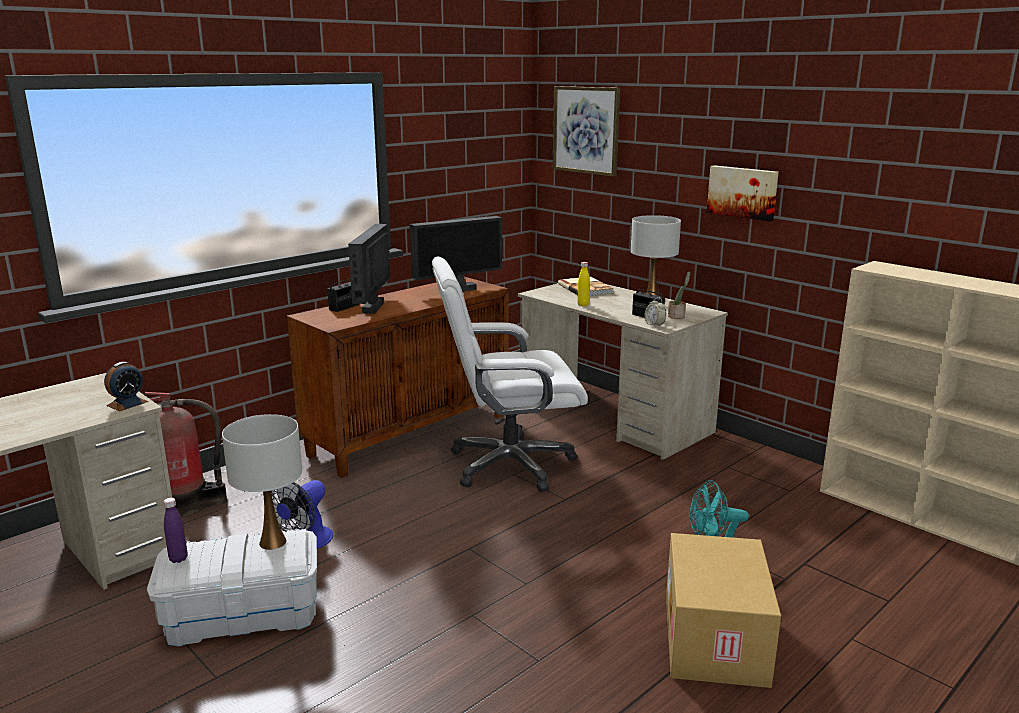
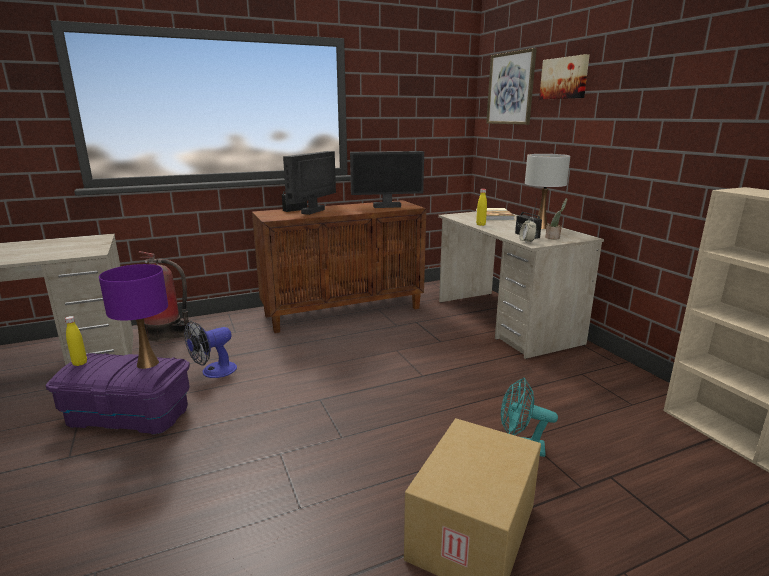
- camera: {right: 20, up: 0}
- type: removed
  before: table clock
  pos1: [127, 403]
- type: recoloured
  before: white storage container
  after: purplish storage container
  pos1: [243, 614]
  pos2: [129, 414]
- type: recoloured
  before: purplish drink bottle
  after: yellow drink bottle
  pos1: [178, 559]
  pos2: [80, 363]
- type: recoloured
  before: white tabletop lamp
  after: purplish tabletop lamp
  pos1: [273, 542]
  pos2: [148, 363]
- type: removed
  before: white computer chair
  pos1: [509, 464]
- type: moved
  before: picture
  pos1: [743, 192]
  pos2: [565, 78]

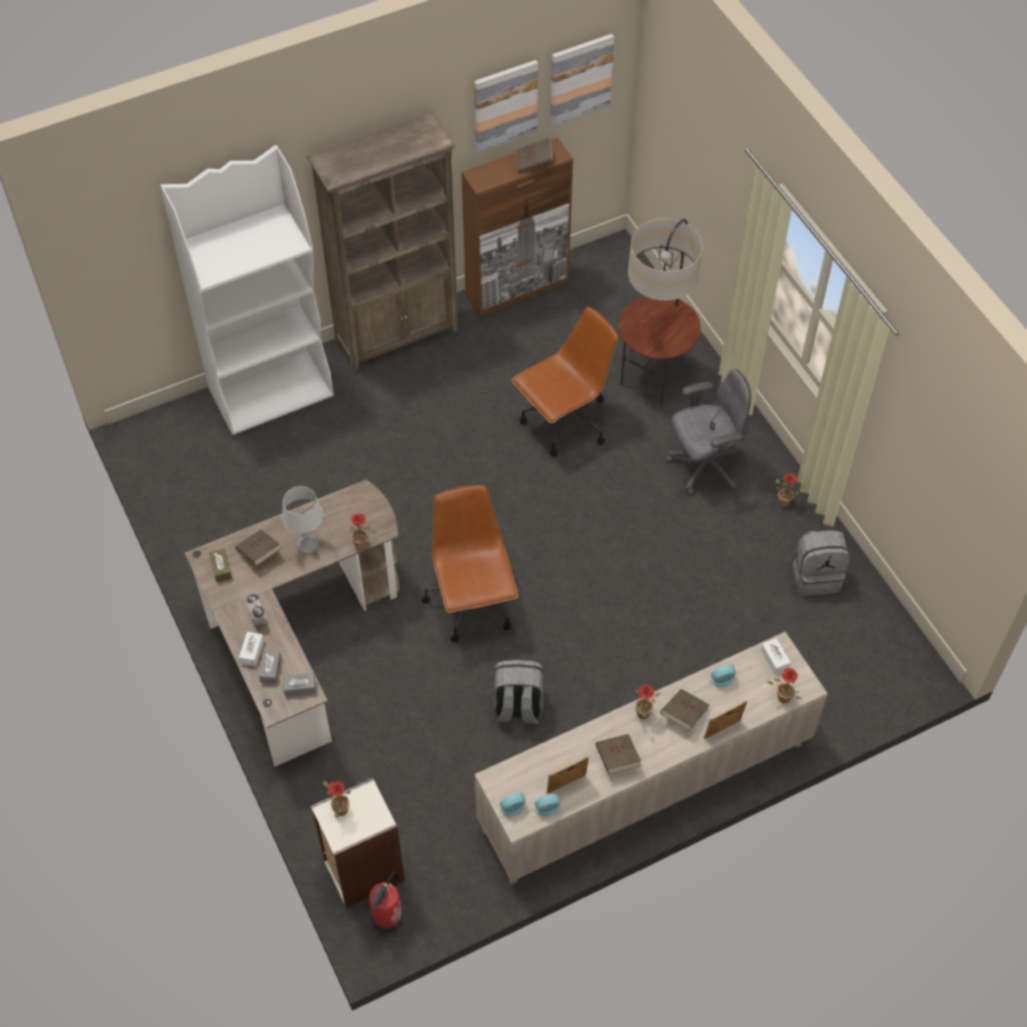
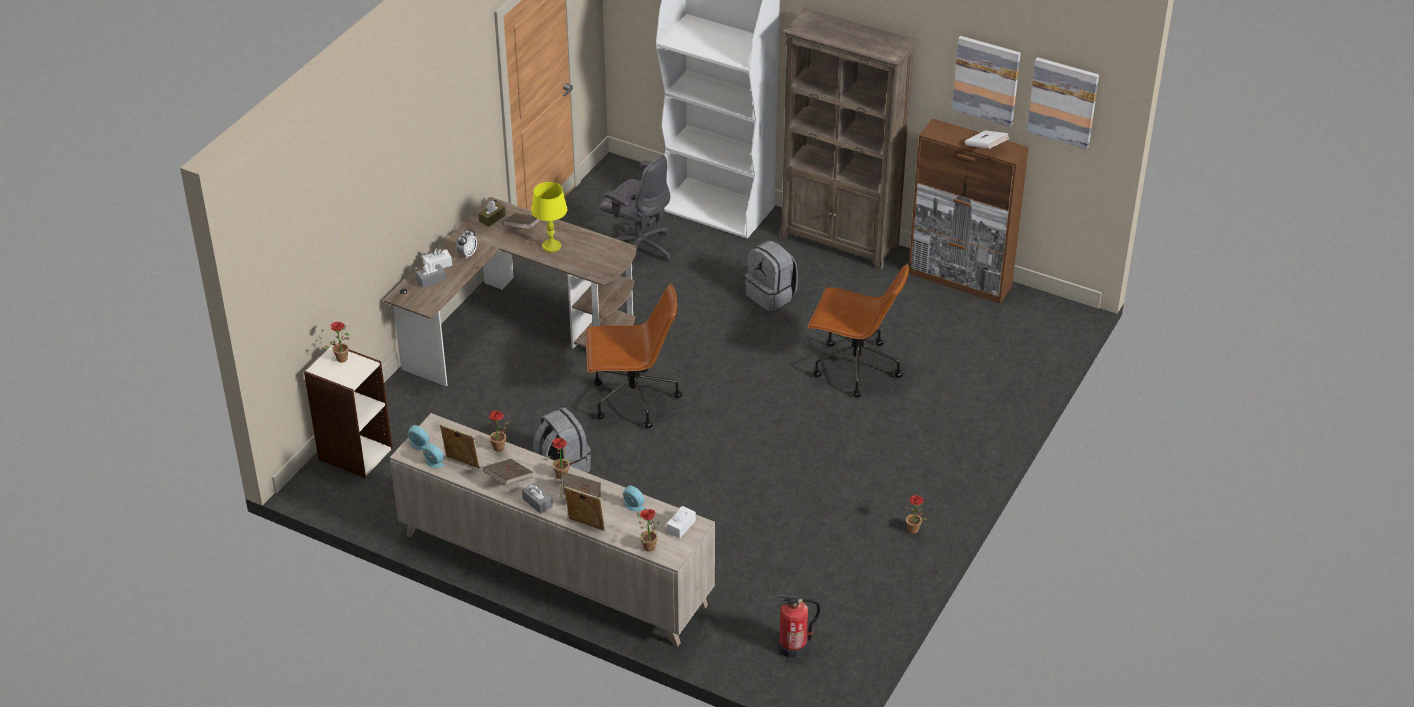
- camera: {right: 55, up: -15}
- type: recoloured
  before: grey tabletop lamp
  after: yellow tabletop lamp
  pos1: [308, 544]
  pos2: [551, 246]
- type: moved
  before: grey box of tissues
  pos1: [300, 688]
  pos2: [537, 502]
- type: moved
  before: houseplant
  pos1: [363, 544]
  pos2: [500, 449]
- type: moved
  before: extinguisher
  pos1: [388, 917]
  pos2: [793, 647]
- type: turned
  before: brownish computer chair
  pos1: [473, 604]
  pos2: [632, 400]
  turn: 45
- type: recoloured
  before: brownish volume
  after: white volume
  pos1: [534, 163]
  pos2: [986, 147]
- type: removed
  before: floor lamp
  pos1: [654, 378]
- type: moved
  before: grey computer chair
  pos1: [704, 466]
  pos2: [638, 248]
- type: moved
  before: grey backpack
  pos1: [816, 576]
  pos2: [771, 295]

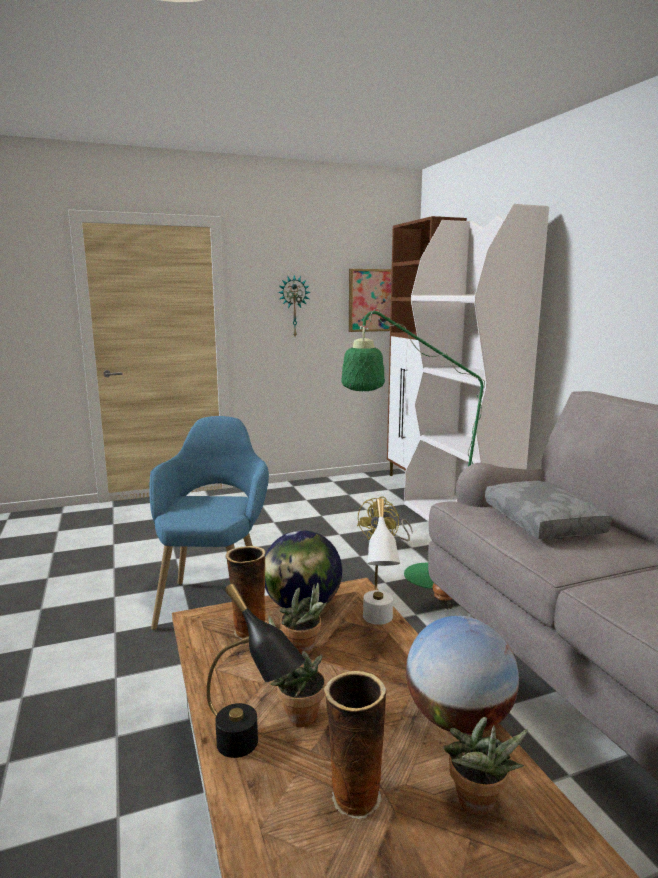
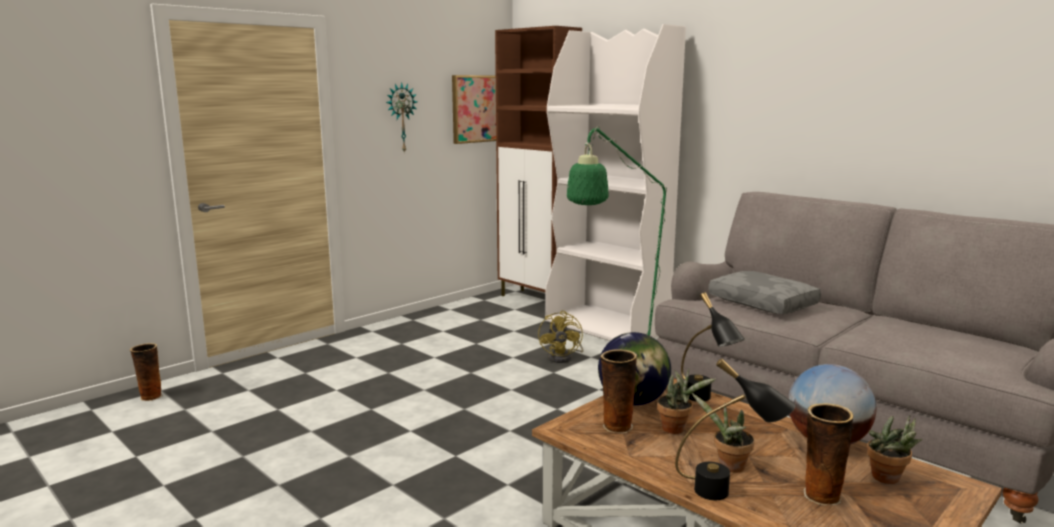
- camera: {right: -25, up: 0}
- type: removed
  before: bluish lounge chair
  pos1: [215, 597]
- type: recoloured
  before: white tabletop lamp
  after: black-coloured tabletop lamp
  pos1: [378, 624]
  pos2: [705, 401]
- type: added
  after: decorative vase
  pos2: [150, 397]

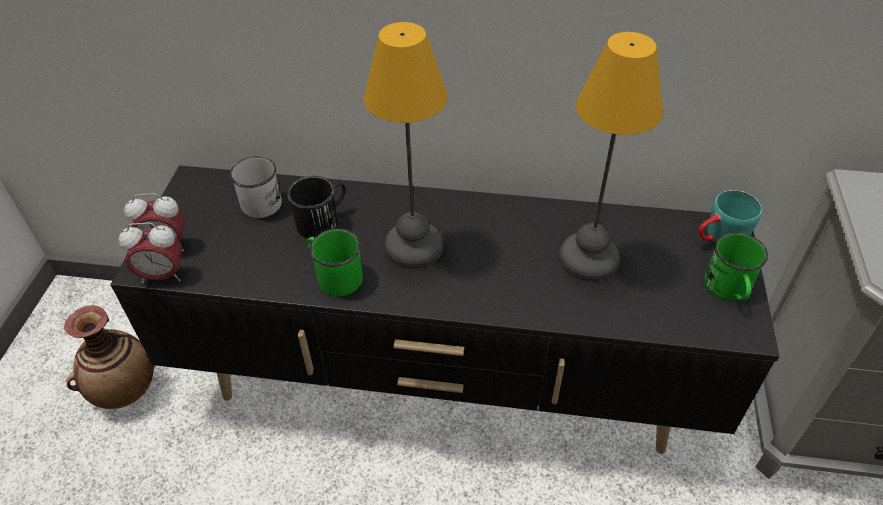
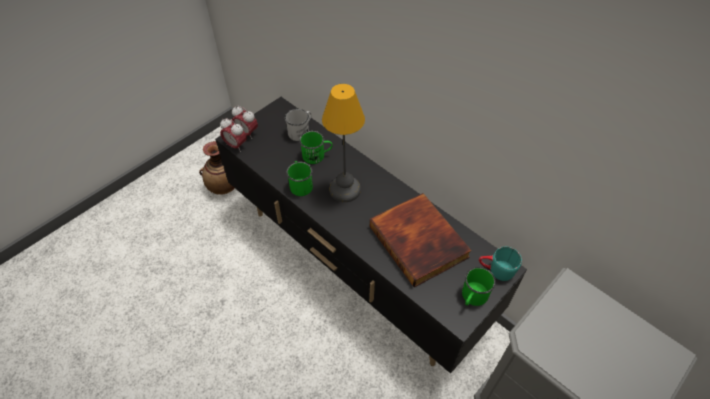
- camera: {right: 35, up: 5}
- type: recoloured
  before: black-coloured tea mug
  after: green-coloured tea mug
  pos1: [323, 221]
  pos2: [317, 155]
- type: replaced
  before: tabletop lamp
  after: volume
  pos1: [590, 257]
  pos2: [420, 241]

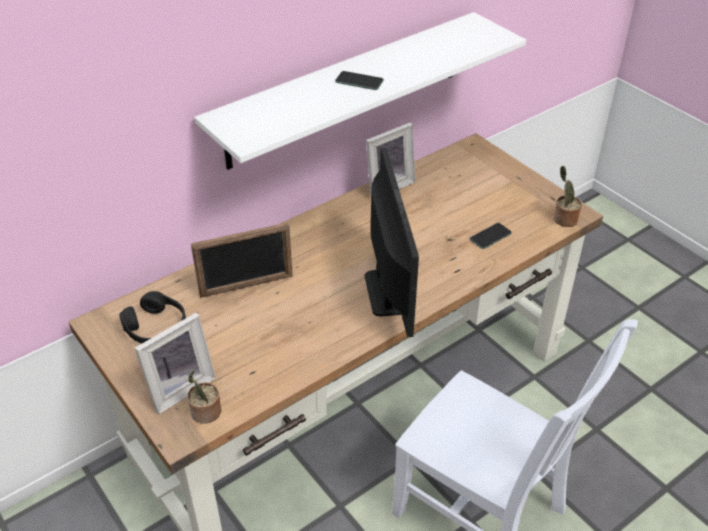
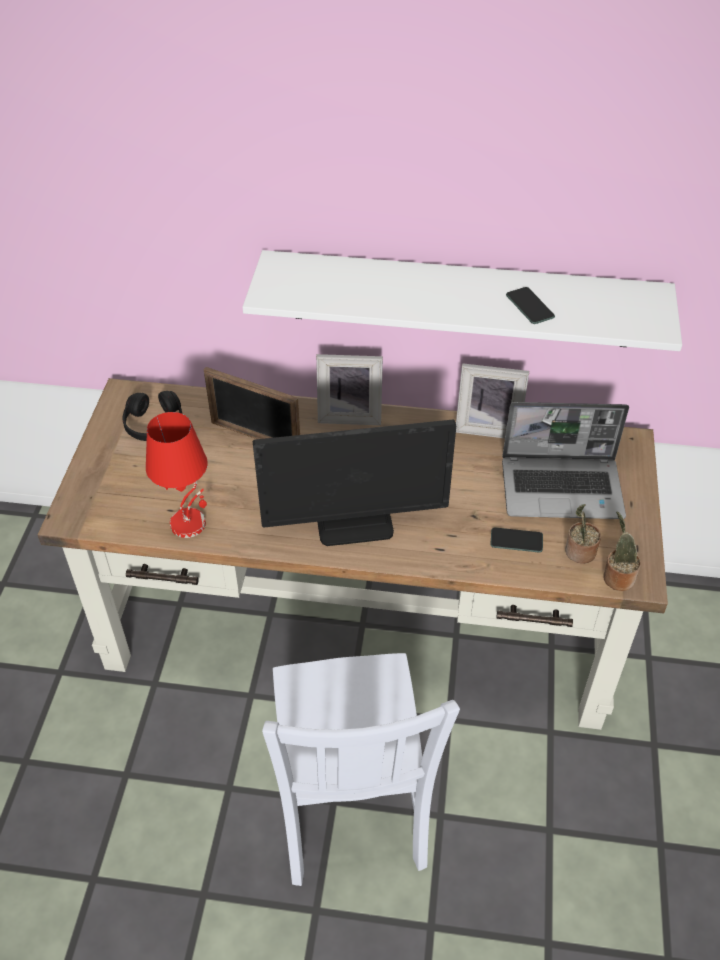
- camera: {right: 45, up: 5}
- type: moved
  before: standing frame
  pos1: [179, 387]
  pos2: [350, 415]
- type: moved
  before: houseplant
  pos1: [205, 413]
  pos2: [578, 552]
- type: moved
  before: telephone
  pos1: [359, 81]
  pos2: [529, 306]
- type: turned
  before: computer display
  pos1: [388, 292]
  pos2: [355, 524]
  turn: 45
- type: added
  after: reddish tabletop lamp
  pos2: [189, 523]
- type: added
  after: notebook computer
  pos2: [563, 488]

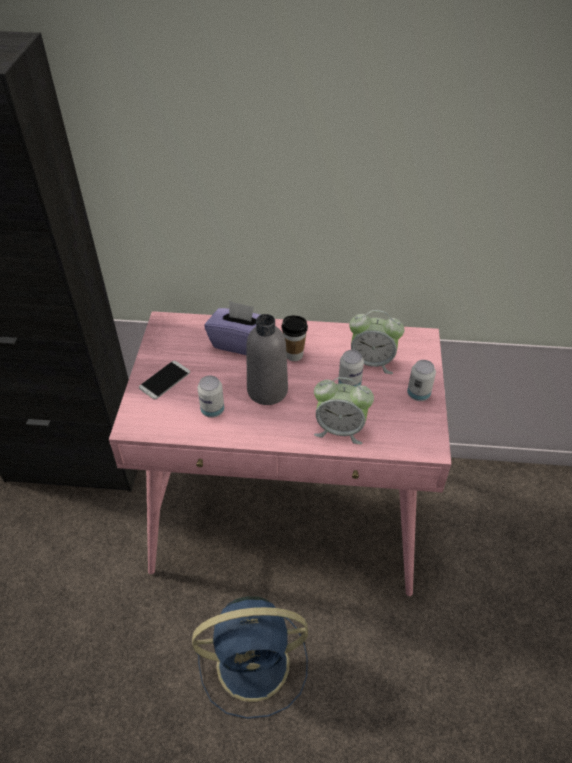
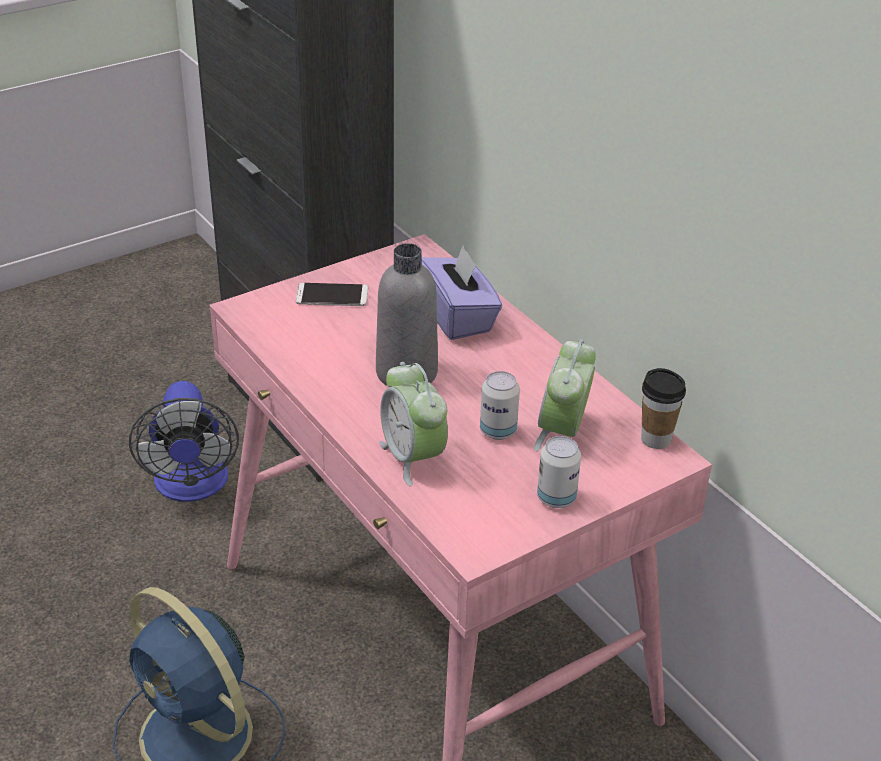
- camera: {right: 50, up: -10}
- type: removed
  before: sealed can
  pos1: [212, 410]
- type: moved
  before: drinking cup
  pos1: [294, 355]
  pos2: [656, 439]
- type: turned
  before: table clock
  pos1: [372, 362]
  pos2: [562, 432]
  turn: 45
- type: added
  after: electric fan
  pos2: [192, 486]

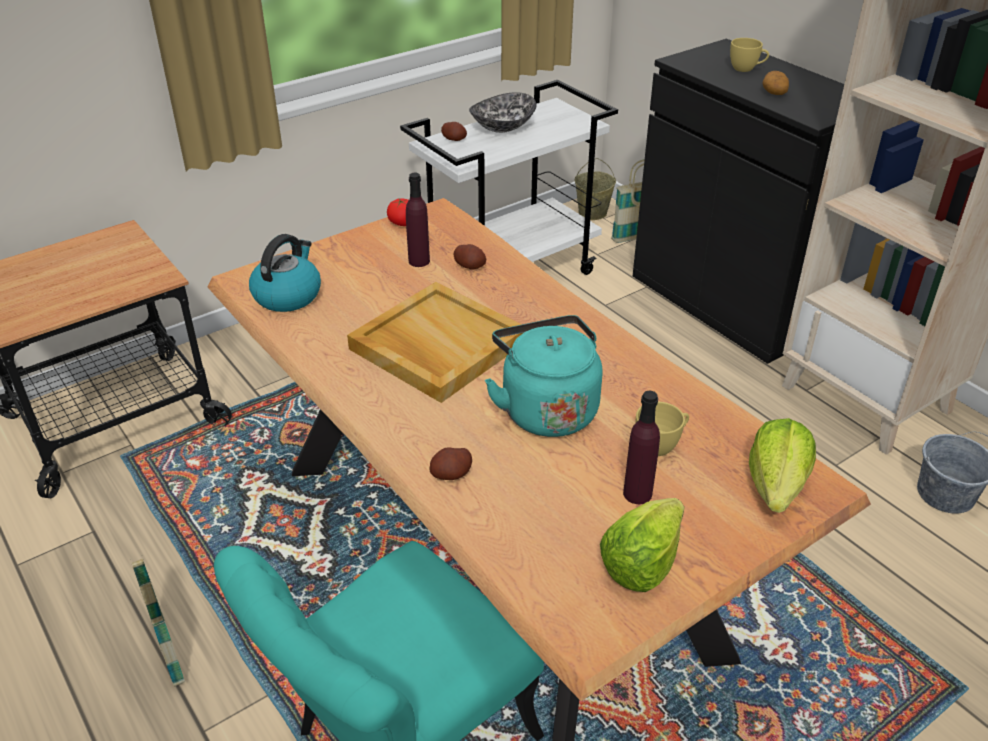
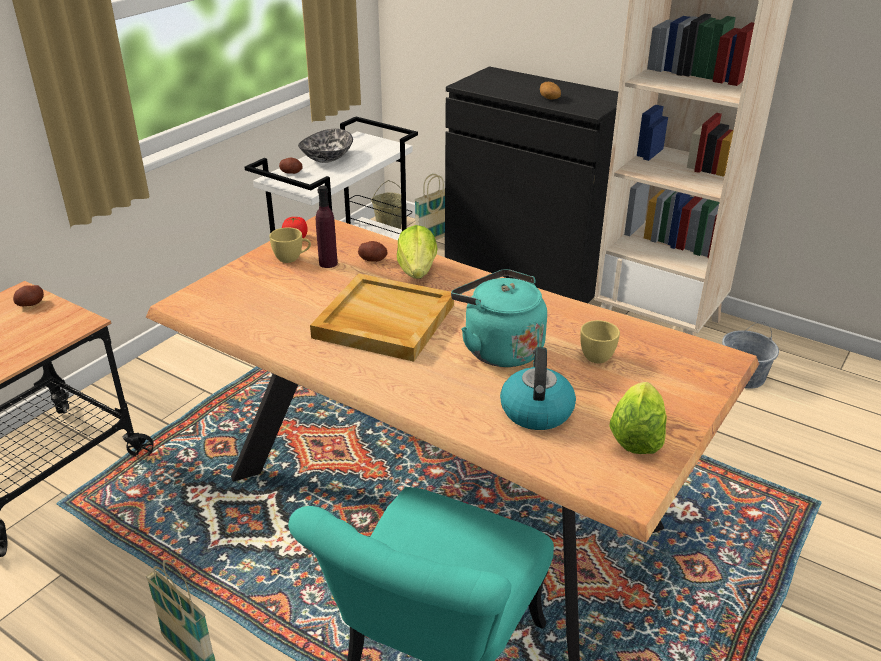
- camera: {right: -20, up: -5}
- type: moved
  before: kettle
  pos1: [287, 295]
  pos2: [536, 410]
- type: moved
  before: spud
  pos1: [451, 474]
  pos2: [31, 304]
- type: removed
  before: purplish drink bottle
  pos1: [637, 494]
- type: moved
  before: yellow drinking cup
  pos1: [746, 69]
  pos2: [292, 258]
- type: moved
  before: head of lettuce
  pos1: [776, 486]
  pos2: [417, 272]

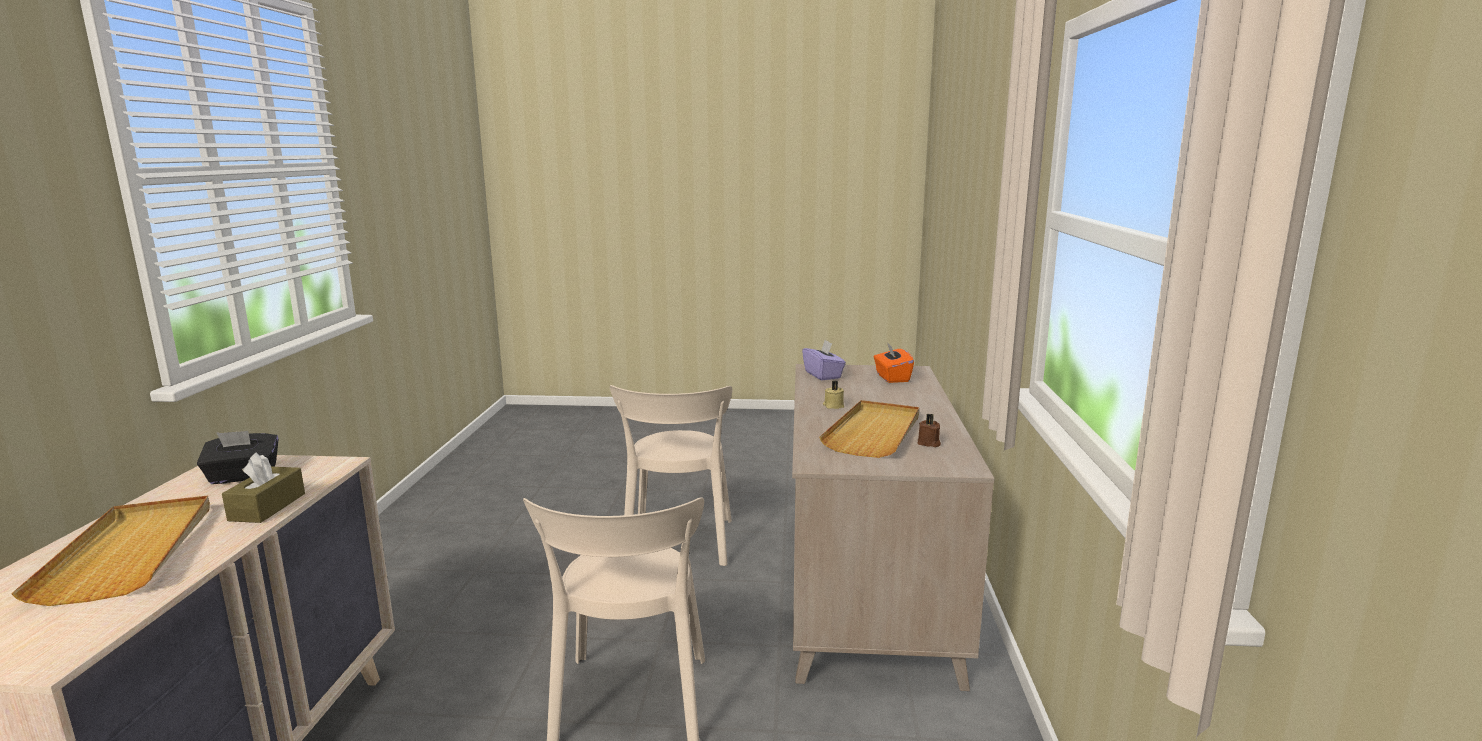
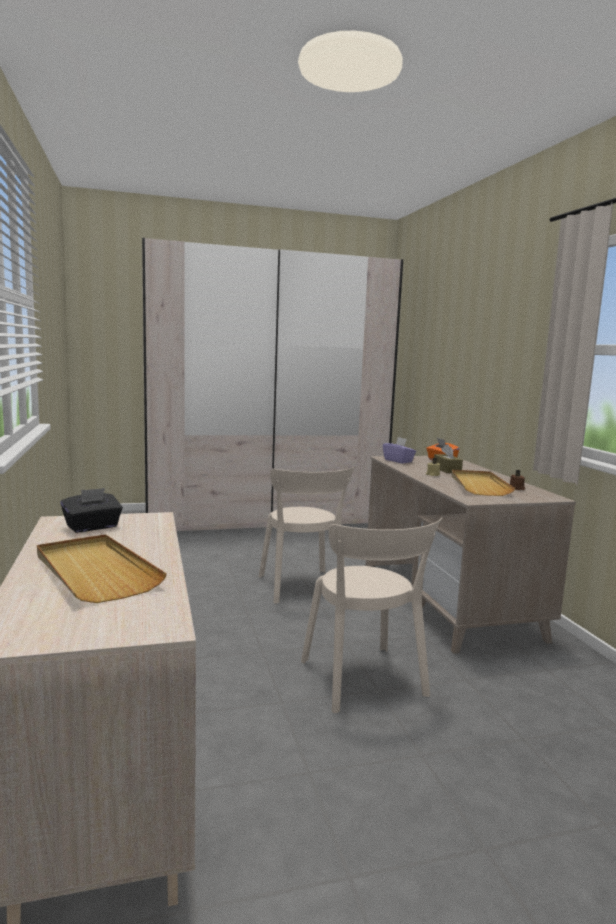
- camera: {right: -20, up: -5}
- type: moved
  before: brownish box of tissues
  pos1: [267, 507]
  pos2: [447, 470]
- type: added
  after: sand-coloured clothes cupboard
  pos2: [265, 517]

